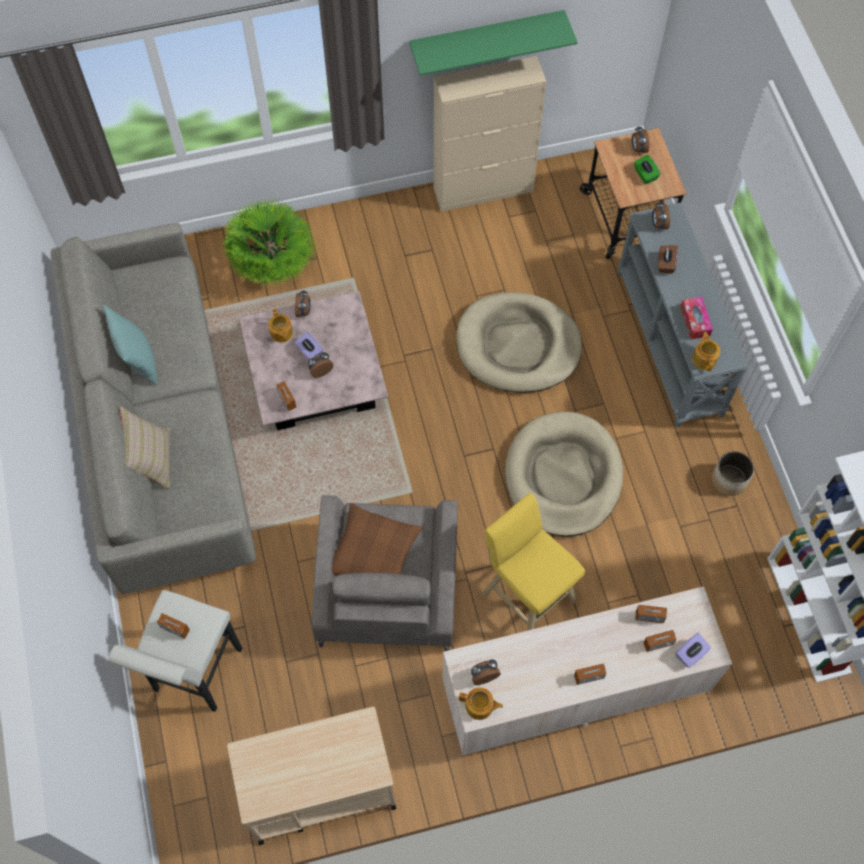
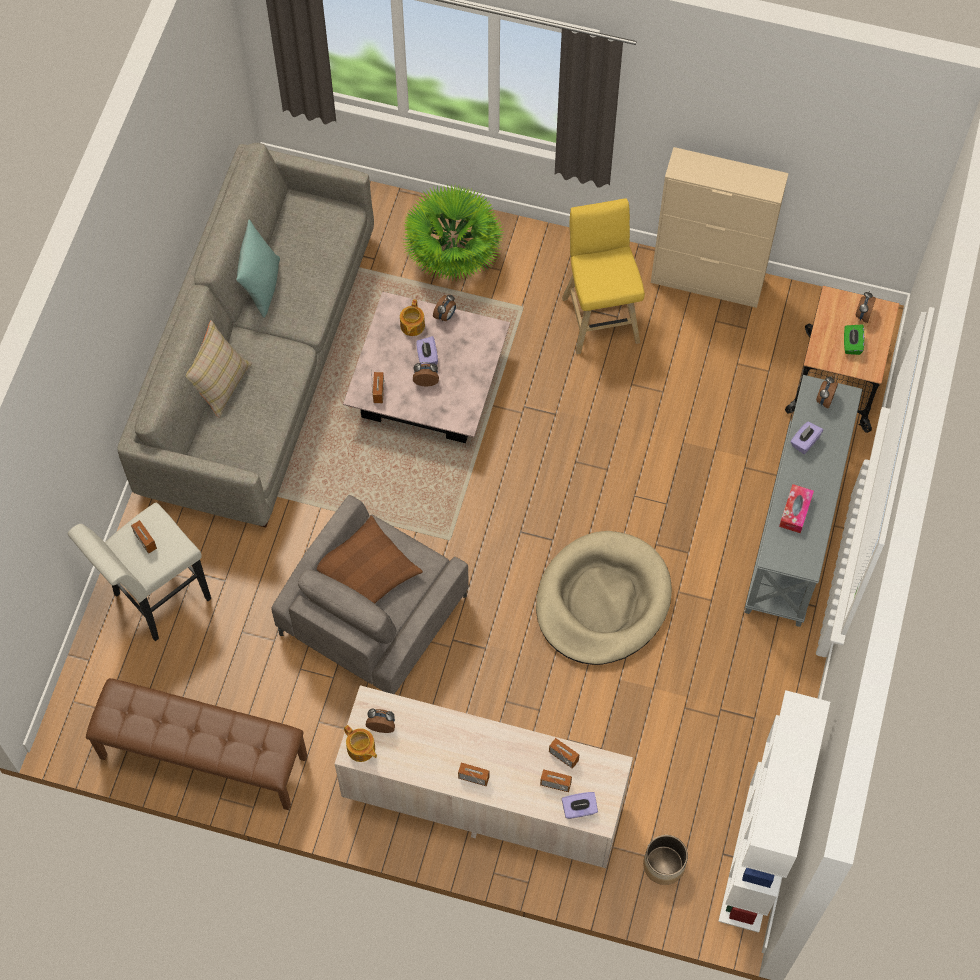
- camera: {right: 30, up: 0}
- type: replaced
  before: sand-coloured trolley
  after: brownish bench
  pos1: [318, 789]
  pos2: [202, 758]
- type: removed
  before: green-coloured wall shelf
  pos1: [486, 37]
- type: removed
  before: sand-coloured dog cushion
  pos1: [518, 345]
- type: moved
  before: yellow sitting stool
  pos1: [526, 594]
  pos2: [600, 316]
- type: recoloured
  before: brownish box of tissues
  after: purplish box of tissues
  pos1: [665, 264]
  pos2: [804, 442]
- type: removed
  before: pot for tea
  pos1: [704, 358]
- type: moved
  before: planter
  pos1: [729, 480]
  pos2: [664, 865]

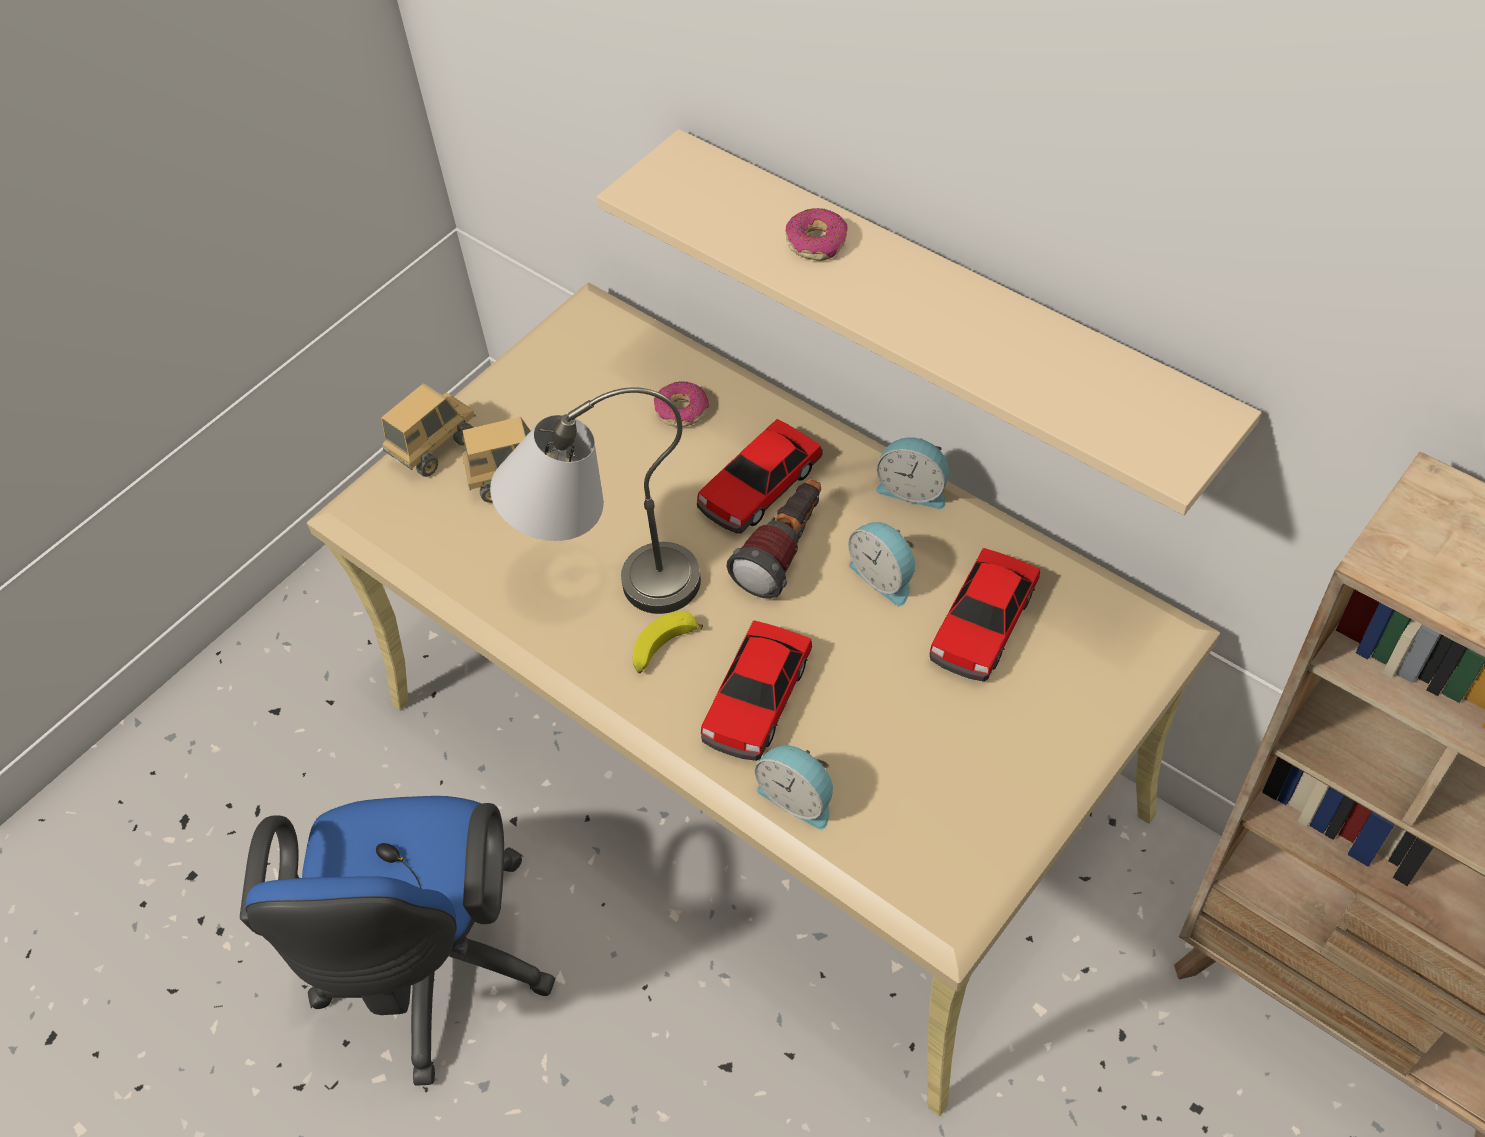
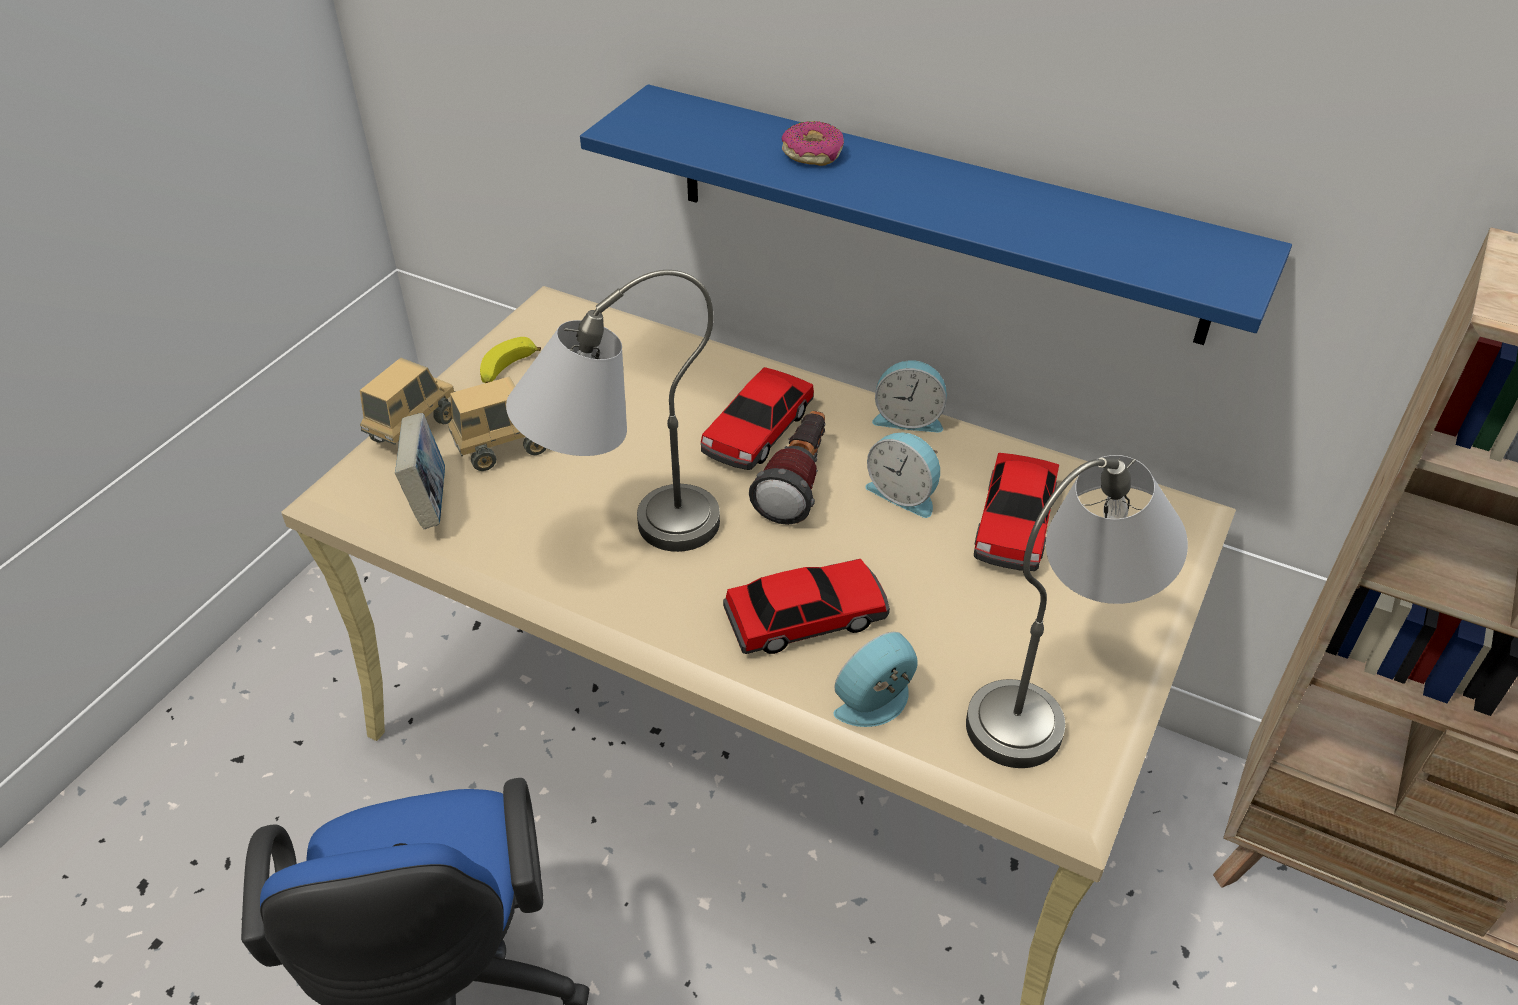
- camera: {right: -15, up: -10}
- type: recoloured
  before: sand-coloured wall shelf
  after: bluish wall shelf
  pos1: [941, 304]
  pos2: [933, 212]
- type: moved
  before: whole banana
  pos1: [663, 649]
  pos2: [507, 370]
- type: removed
  before: doughnut
  pos1: [681, 410]
- type: turned
  before: toy car
  pos1: [757, 700]
  pos2: [807, 618]
  turn: -120
- type: turned
  before: table clock
  pos1: [798, 797]
  pos2: [878, 704]
  turn: 120
- type: added
  after: volume
  pos2: [429, 501]
- type: added
  after: grey tabletop lamp
  pos2: [1056, 691]

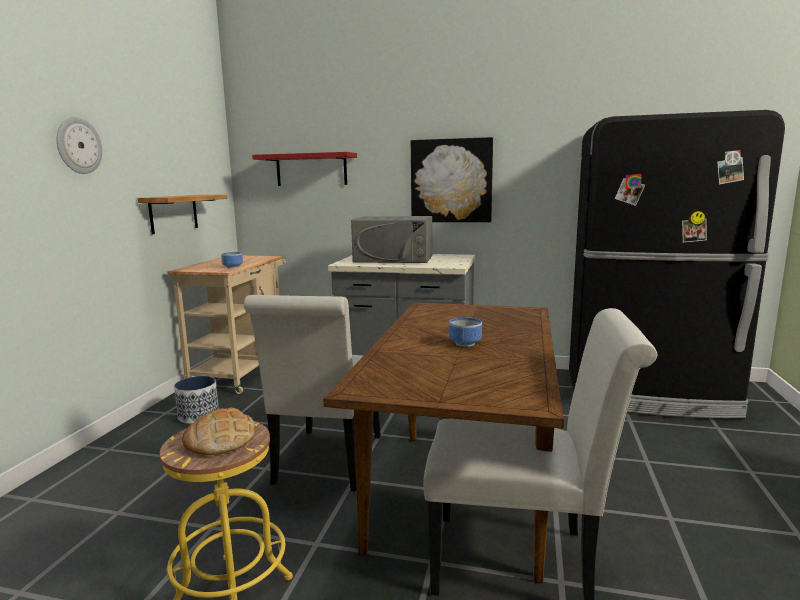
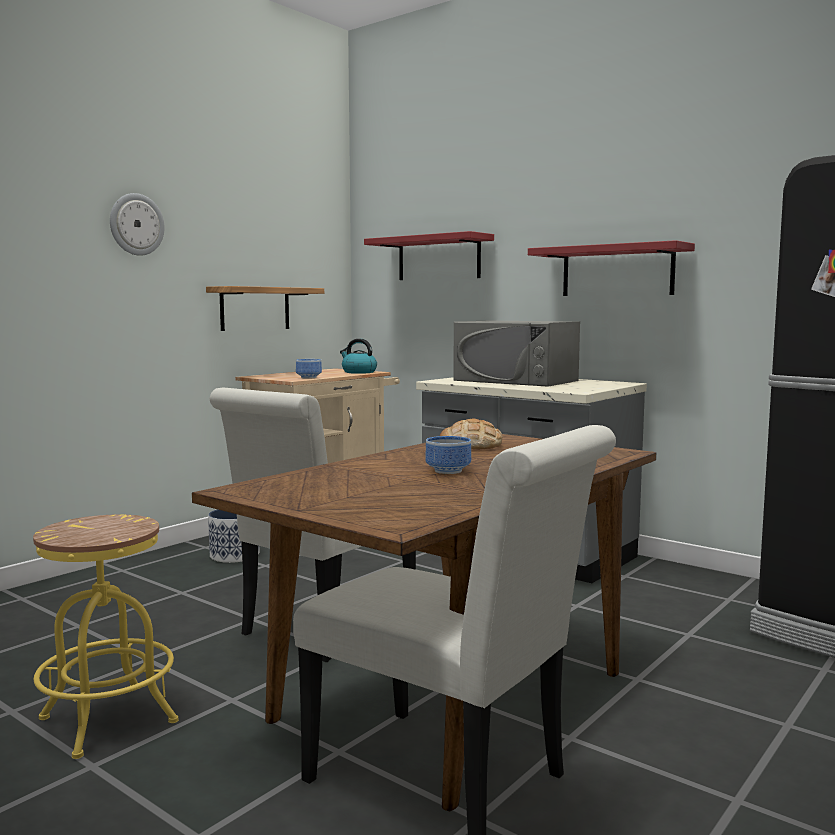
- camera: {right: 25, up: -5}
- type: moved
  before: baked bread
  pos1: [220, 439]
  pos2: [470, 445]
- type: replaced
  before: picture
  after: reddish wall shelf
  pos1: [451, 181]
  pos2: [617, 271]
- type: added
  after: kettle
  pos2: [358, 372]

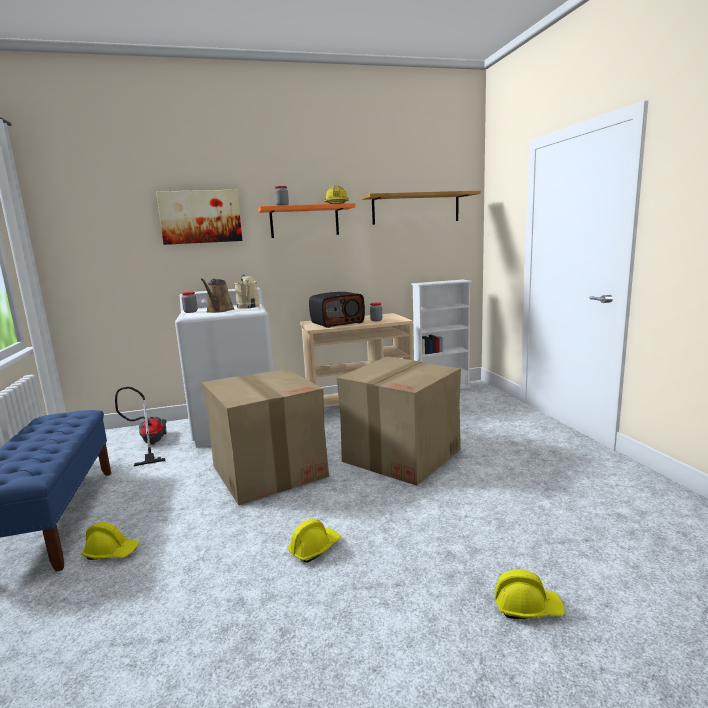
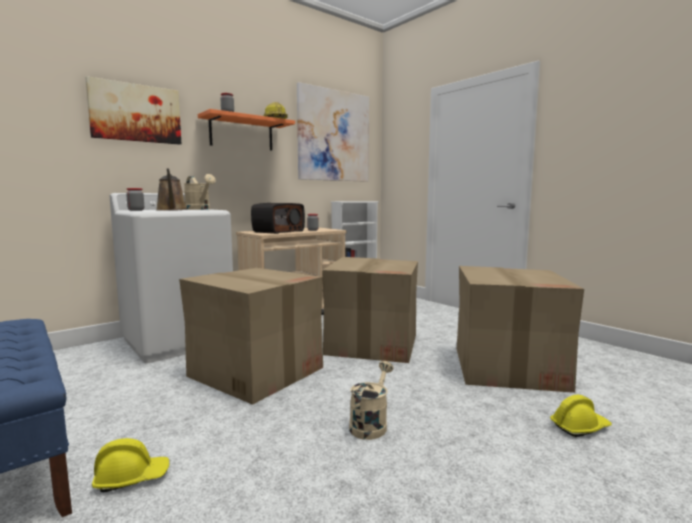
- camera: {right: -25, up: -5}
- type: removed
  before: vacuum
  pos1: [149, 444]
- type: replaced
  before: yellow safety helmet
  after: sand-coloured watering can
  pos1: [314, 548]
  pos2: [370, 424]
- type: replaced
  before: wall shelf
  after: picture
  pos1: [416, 208]
  pos2: [334, 136]
- type: added
  after: cardboard box
  pos2: [508, 367]

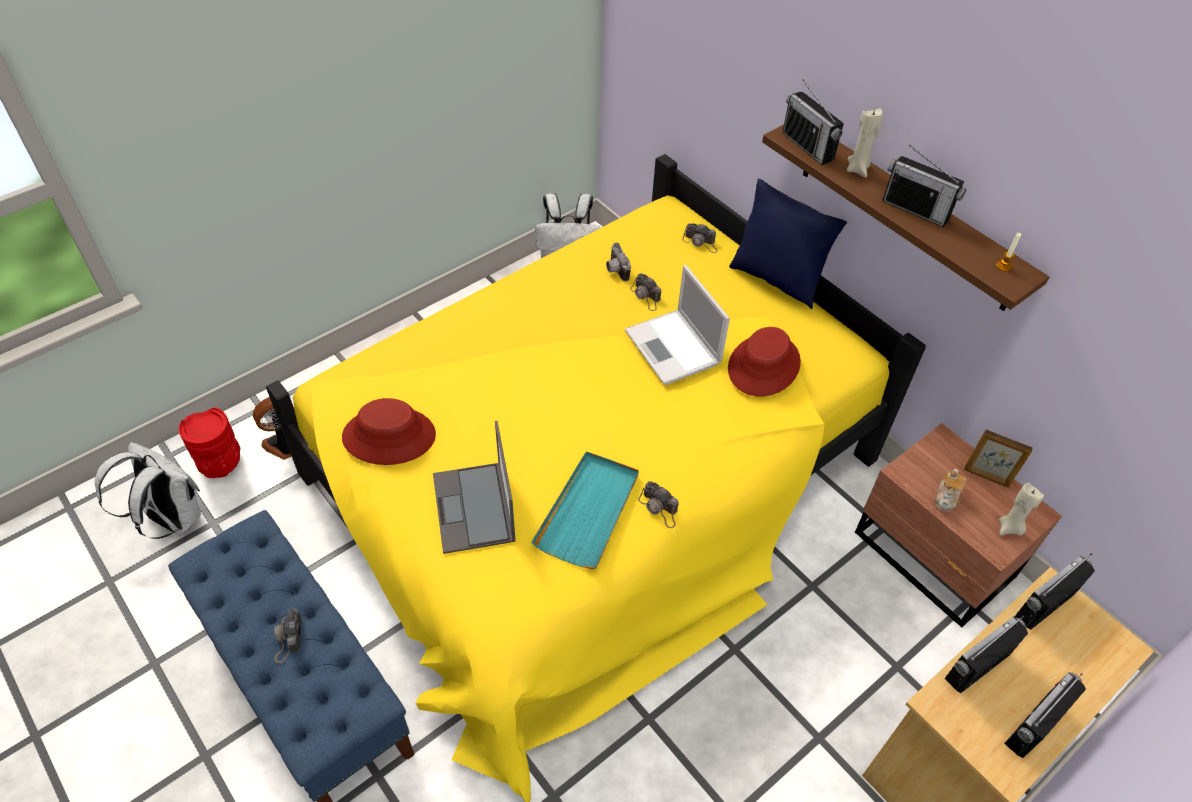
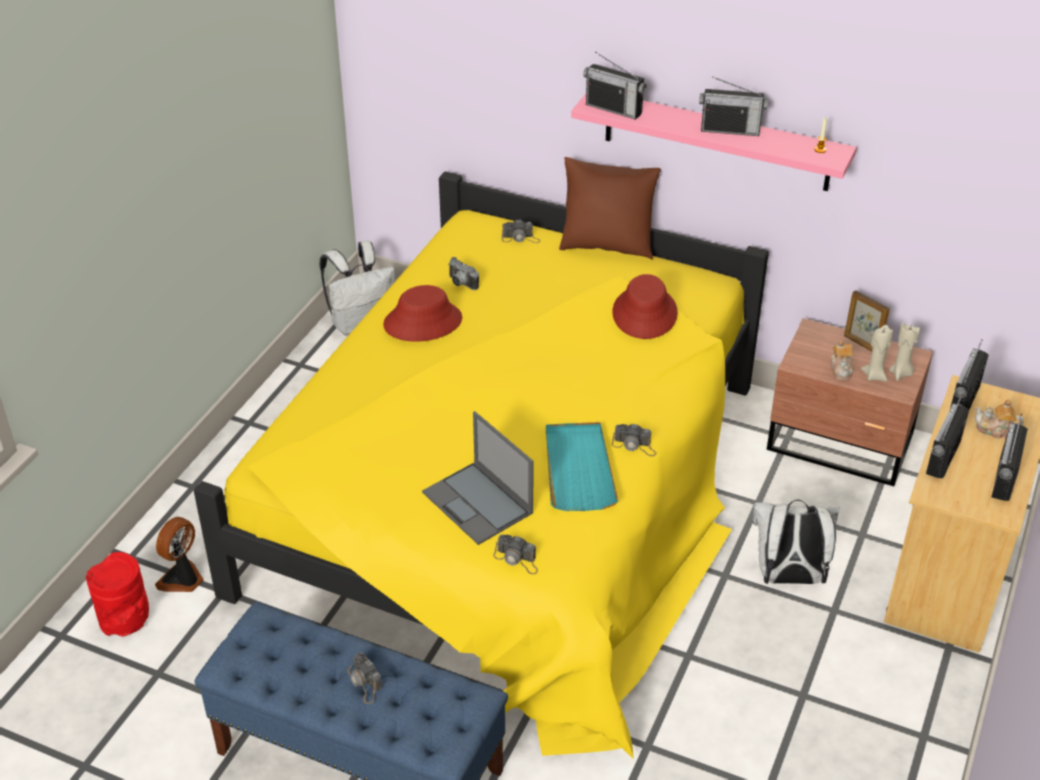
- camera: {right: -25, up: -10}
- type: moved
  before: white backpack
  pos1: [171, 519]
  pos2: [788, 578]
- type: moved
  before: reddish clothing hat
  pos1: [389, 436]
  pos2: [422, 322]
- type: removed
  before: notebook computer
  pos1: [673, 348]
- type: moved
  before: still camera
  pos1: [646, 296]
  pos2: [517, 559]
- type: recoloured
  before: bluish pillow
  after: brownish pillow
  pos1: [776, 279]
  pos2: [606, 246]
- type: recoloured
  before: brownish wall shelf
  after: pinkish wall shelf
  pos1: [906, 214]
  pos2: [716, 140]
- type: moved
  before: sand-coloured wax candle
  pos1: [858, 169]
  pos2: [874, 375]
- type: turned
  before: standing frame
  pos1: [986, 477]
  pos2: [861, 344]
  turn: 45
- type: added
  after: pot for tea
  pos2: [994, 430]

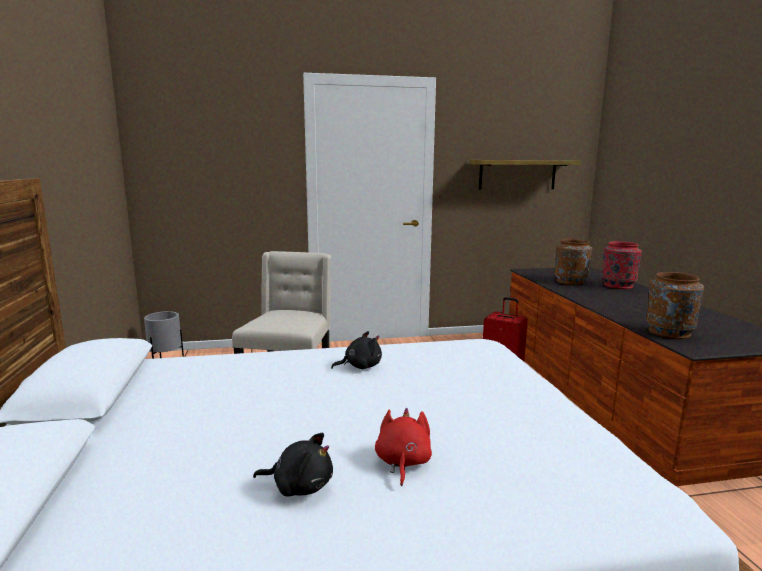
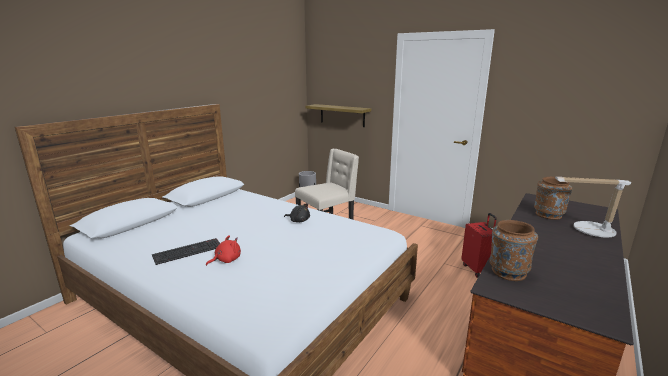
- camera: {right: 45, up: 5}
- type: replaced
  before: black-coloured soft toy
  after: computer keyboard
  pos1: [299, 486]
  pos2: [188, 251]
- type: moved
  before: wall shelf
  pos1: [517, 174]
  pos2: [342, 115]
- type: replaced
  before: reddish decorative vase
  after: tabletop lamp
  pos1: [618, 285]
  pos2: [588, 230]

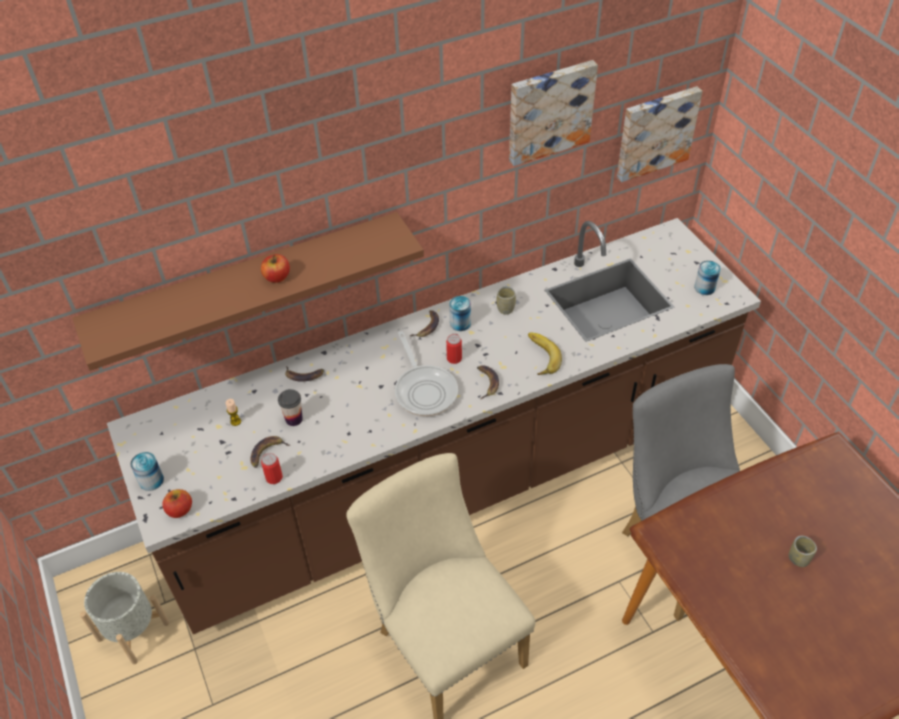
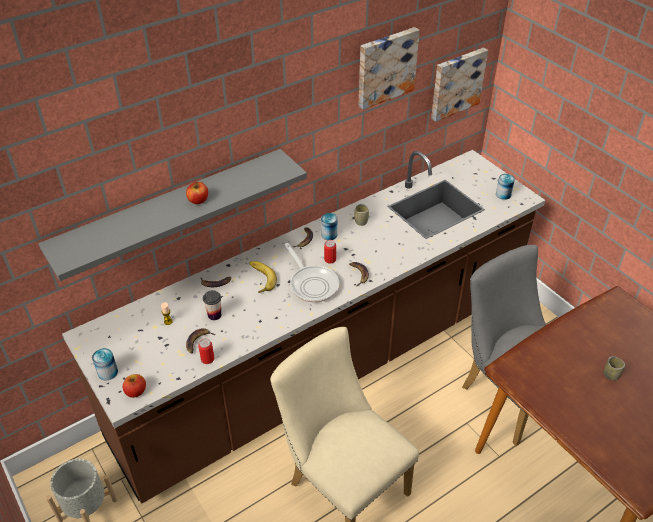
- camera: {right: -10, up: -5}
- type: recoloured
  before: brownish wall shelf
  after: grey wall shelf
  pos1: [248, 285]
  pos2: [171, 211]
- type: moved
  before: whole banana
  pos1: [539, 356]
  pos2: [259, 279]

